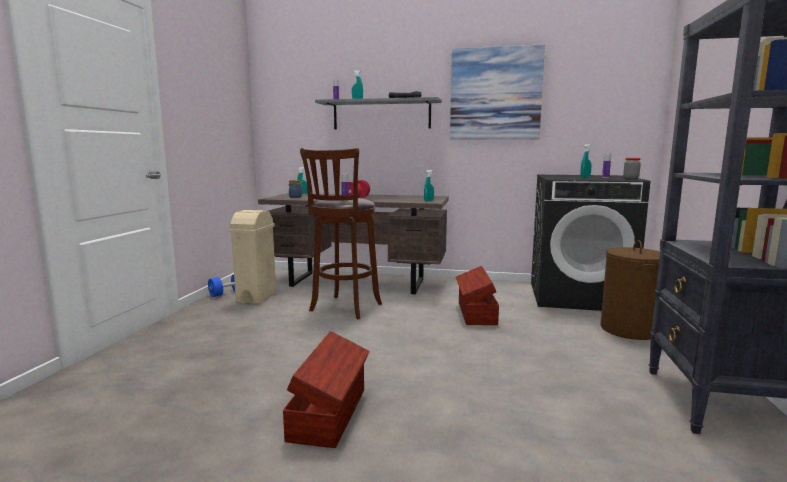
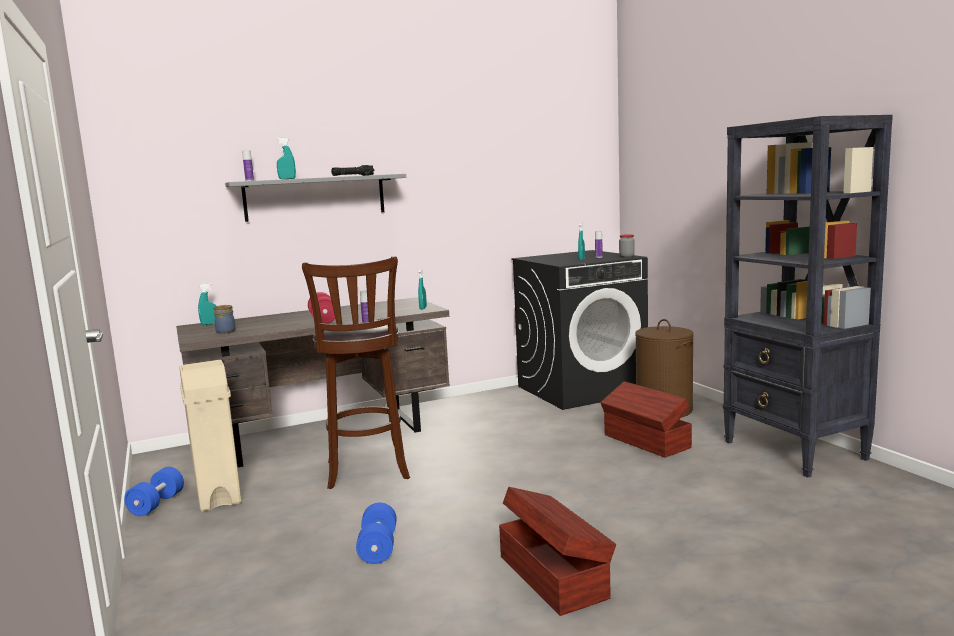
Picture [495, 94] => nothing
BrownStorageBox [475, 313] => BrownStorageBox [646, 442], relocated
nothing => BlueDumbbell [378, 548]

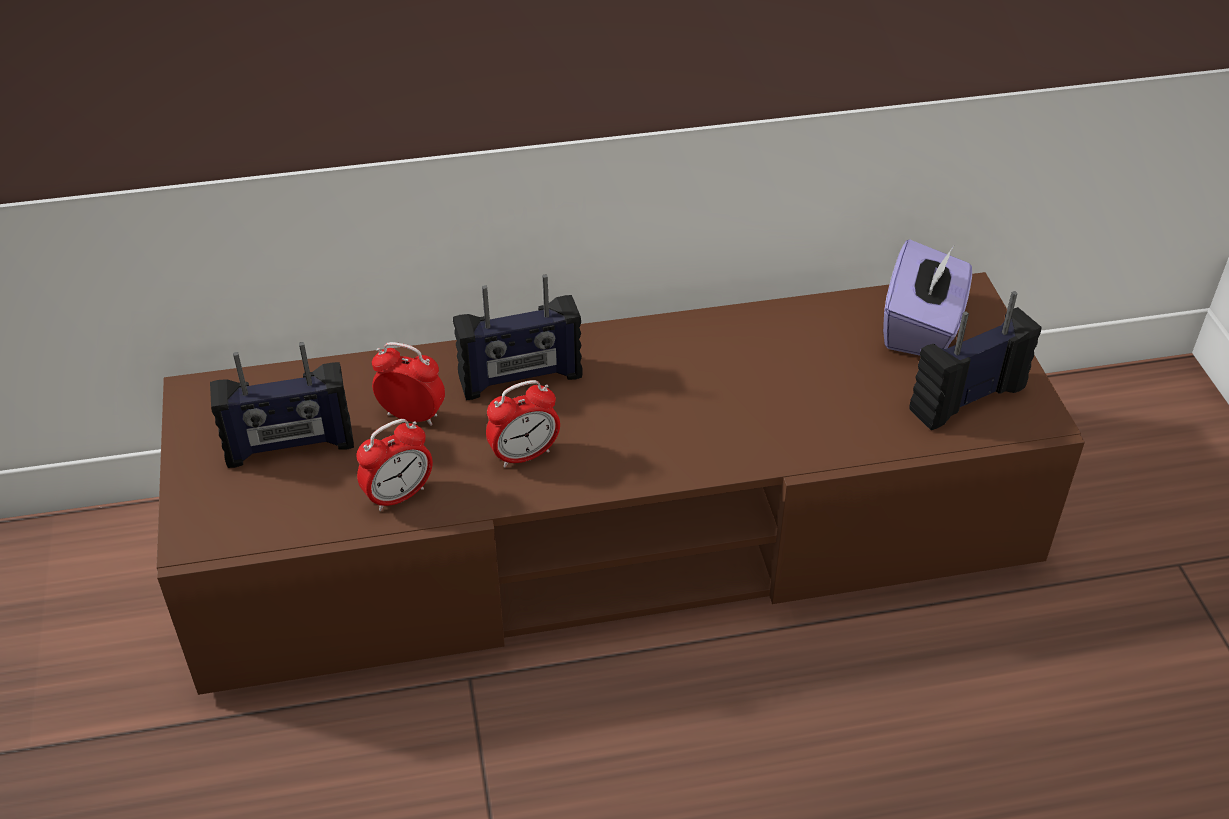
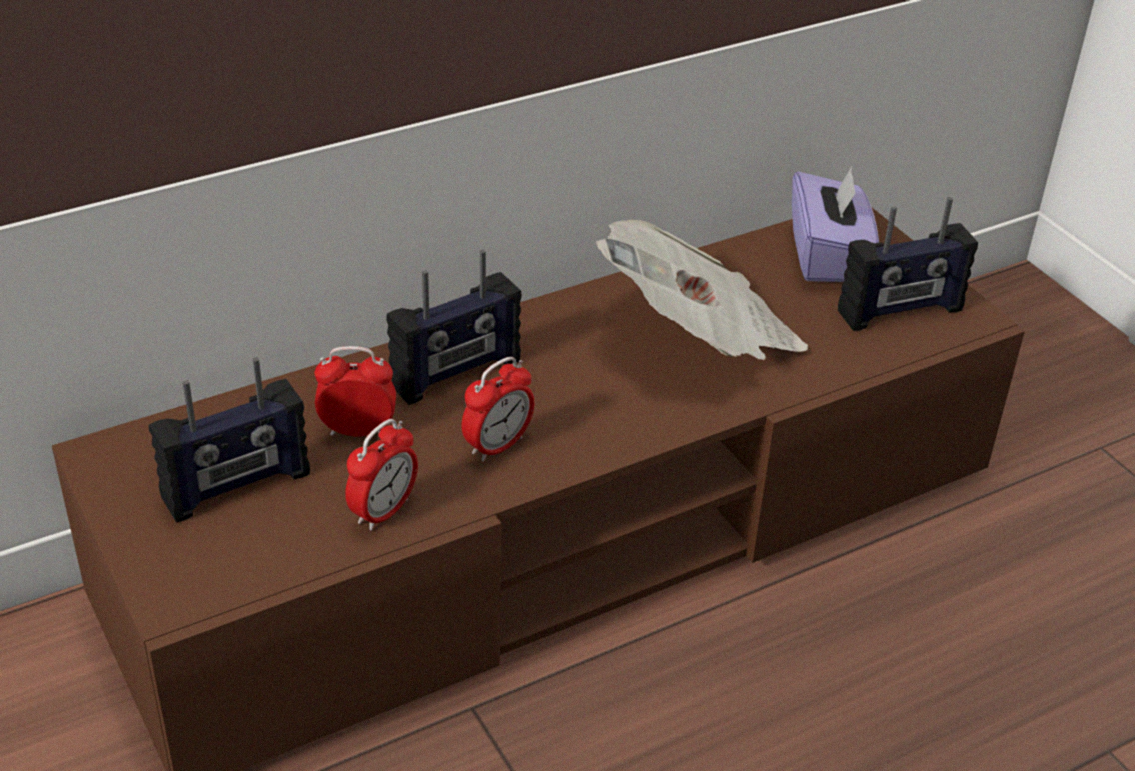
Radio [966, 397] => Radio [900, 312], 150 degrees counterclockwise
nothing => Newspaper [699, 338]

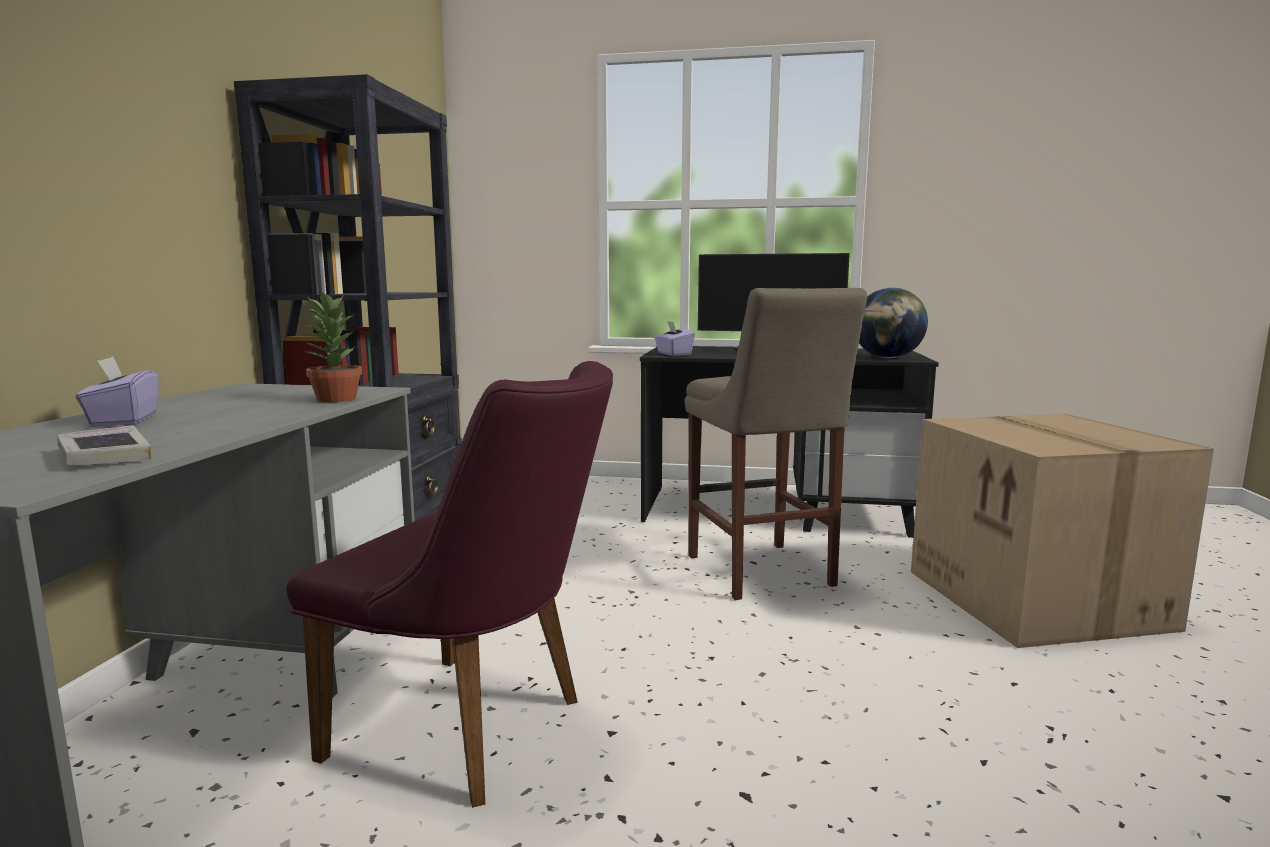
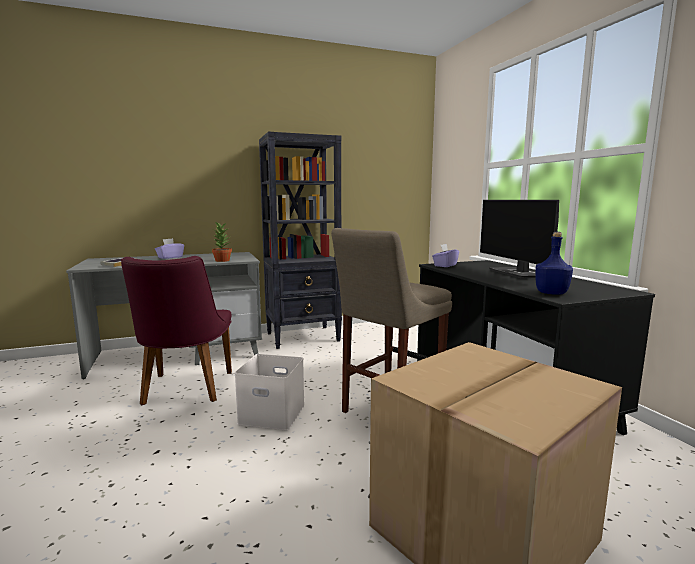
Globe [887, 358] => BlueBottle [550, 293]
nothing => WhiteStorageBox [273, 413]

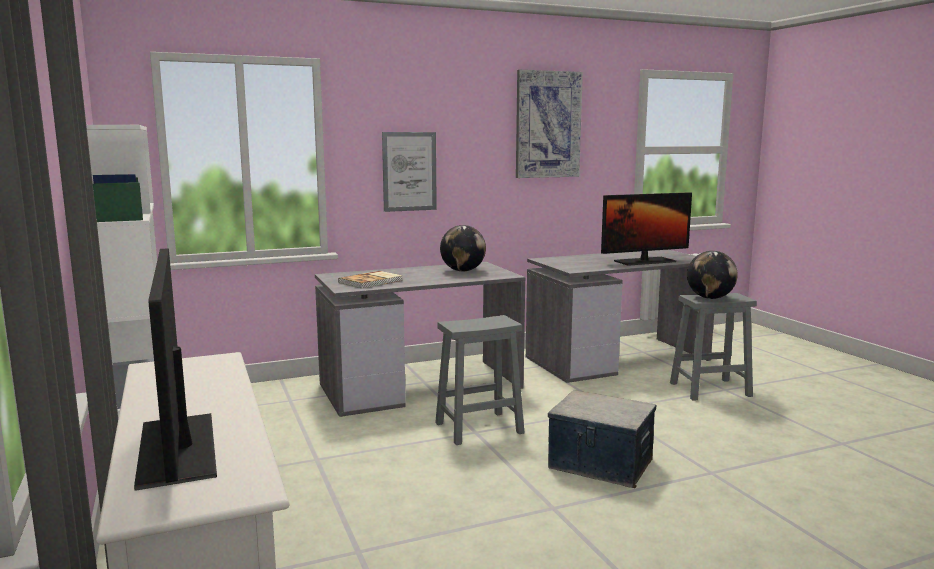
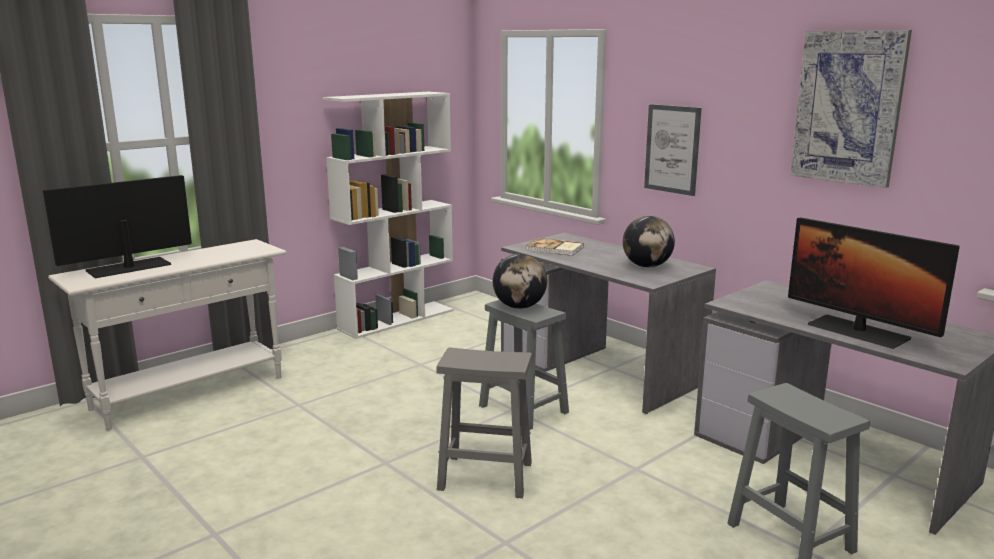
StorageBox [600, 464] => GreyStool [483, 476]
Globe [710, 298] => Globe [519, 307], relocated

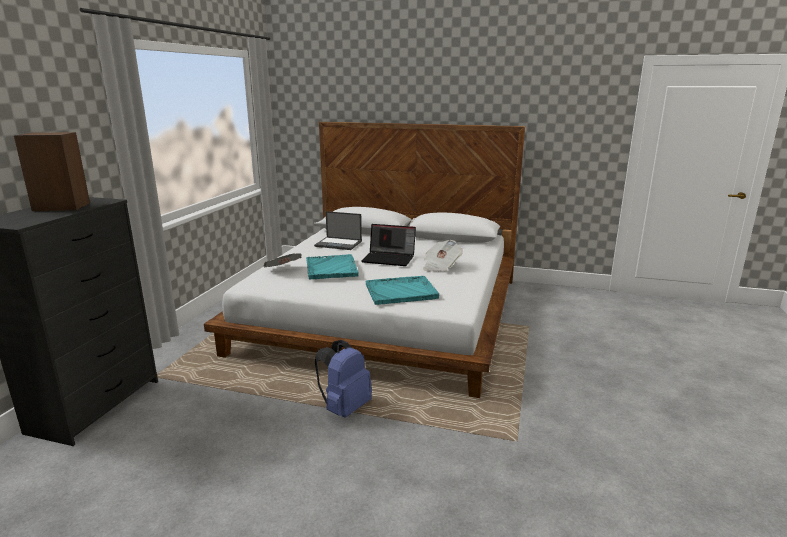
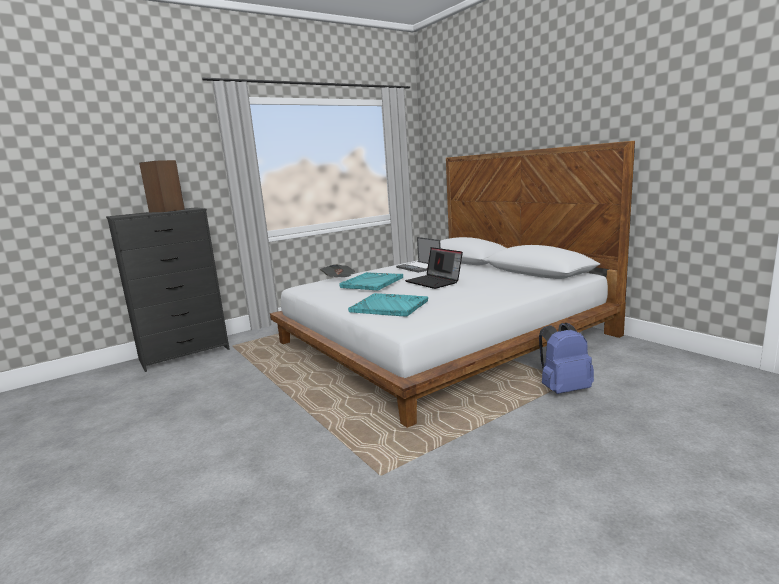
BlueBackpack [344, 408] => BlueBackpack [563, 389], relocated
Newspaper [440, 266] => nothing

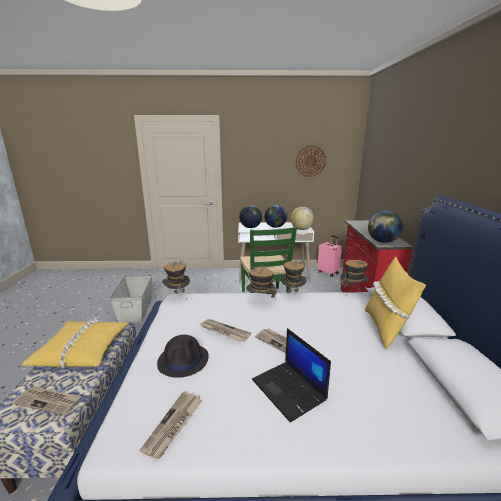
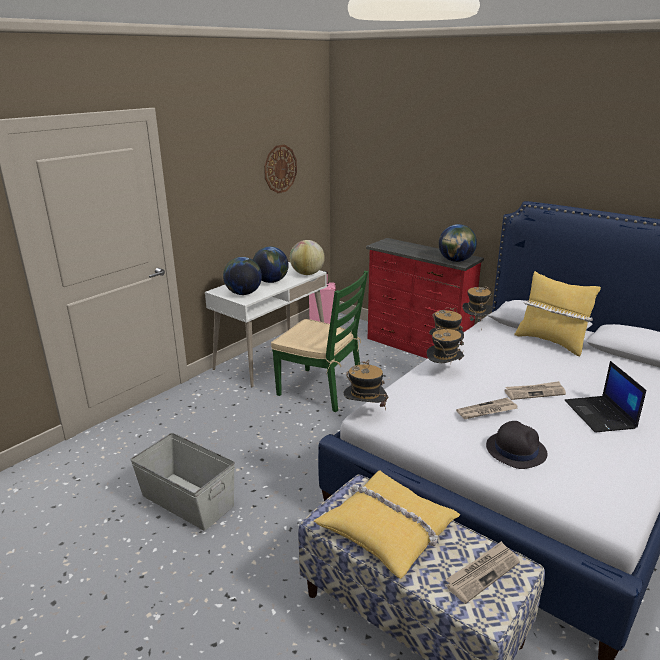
Newspaper [174, 425] => nothing
Laptop [289, 390] => Laptop [600, 415], 75 degrees clockwise

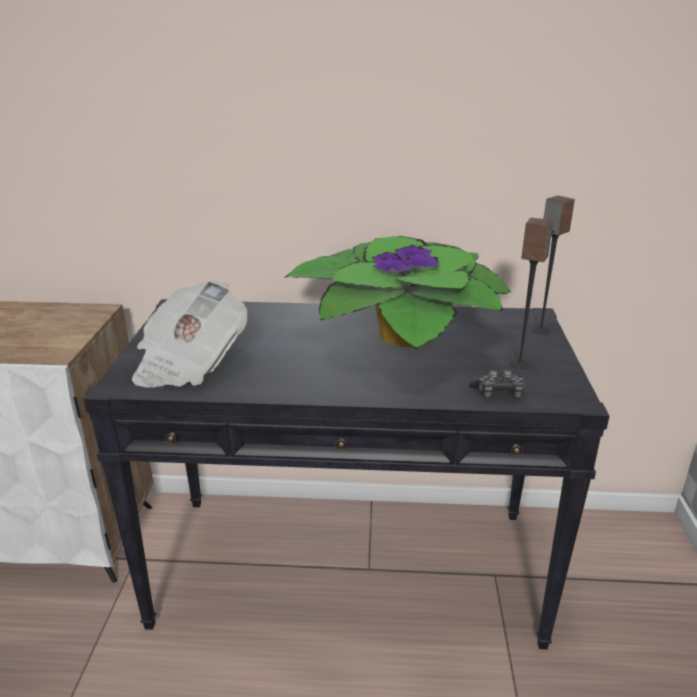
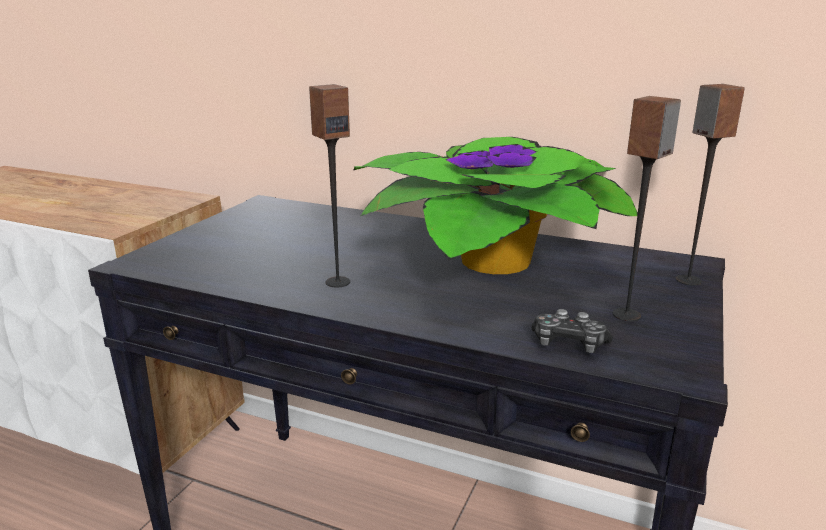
Newspaper [189, 363] => nothing
nothing => Speaker [337, 282]

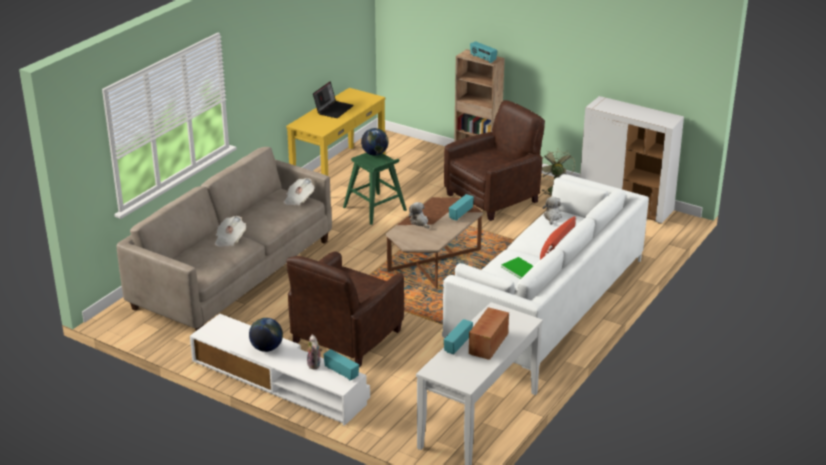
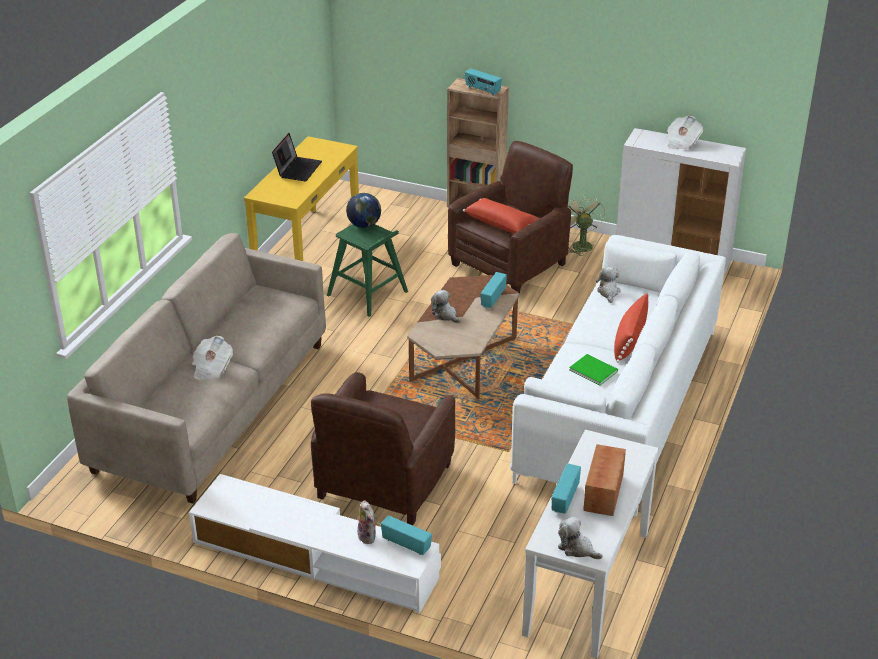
Globe [266, 348] => nothing
Newspaper [298, 199] => Newspaper [682, 142], relocated
nothing => RedPillow [501, 223]
nothing => PlushToy [577, 548]

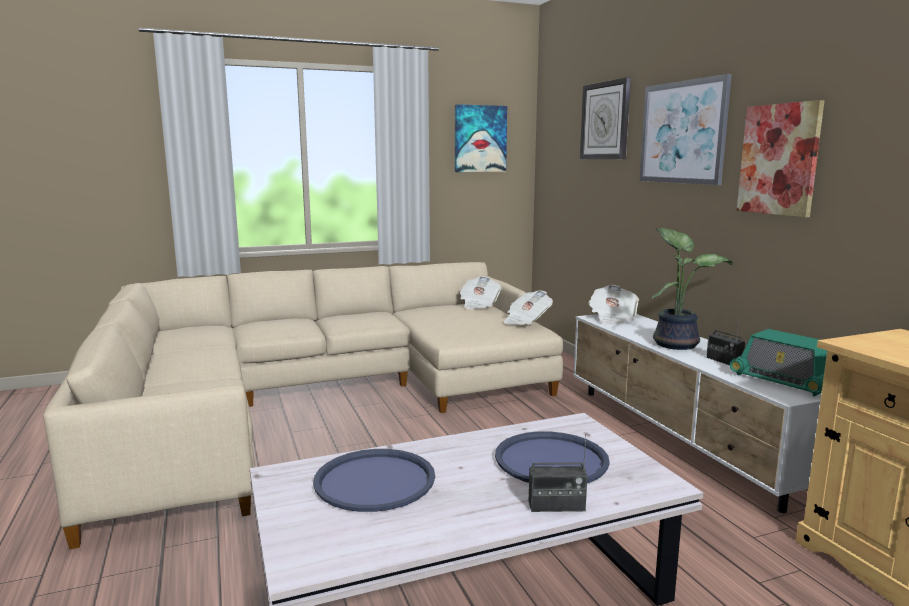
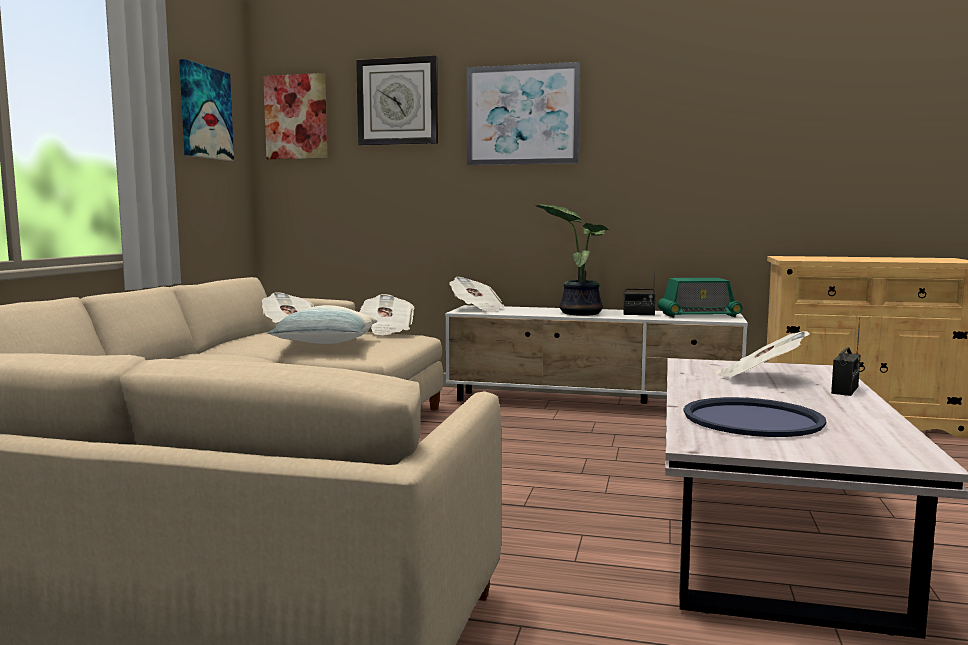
BlueTray [551, 460] => Newspaper [758, 378]
Picture [779, 159] => Picture [296, 117], relocated
nothing => Pillow [325, 344]

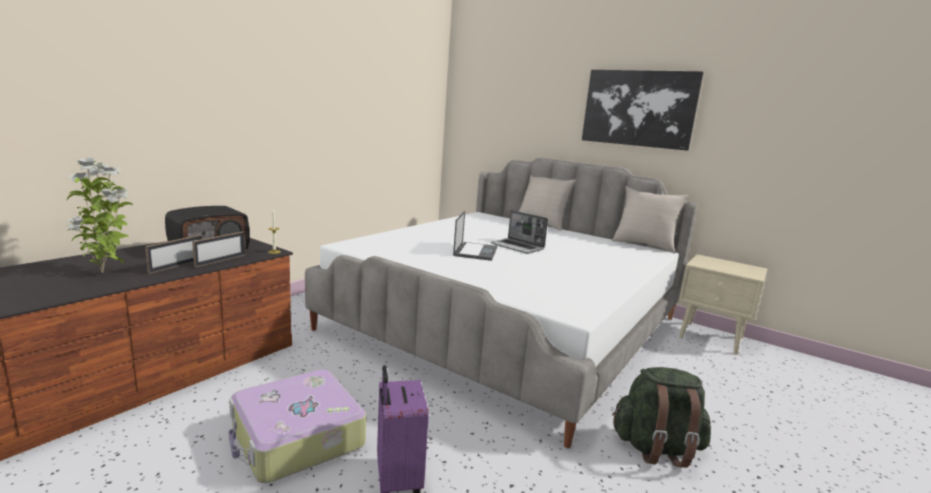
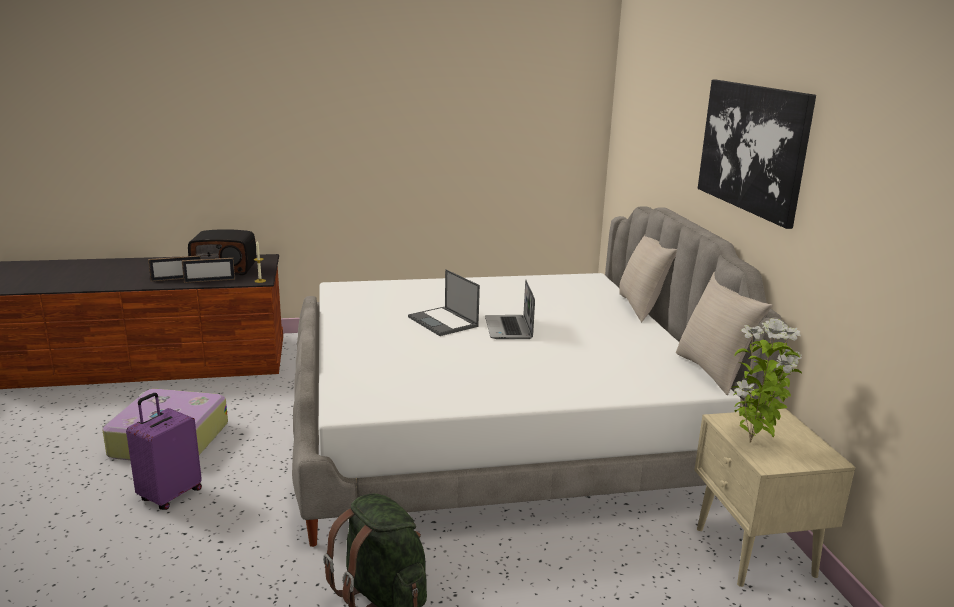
PottedPlant [105, 272] => PottedPlant [752, 442], relocated
Laptop [475, 251] => Laptop [443, 322], 90 degrees clockwise

